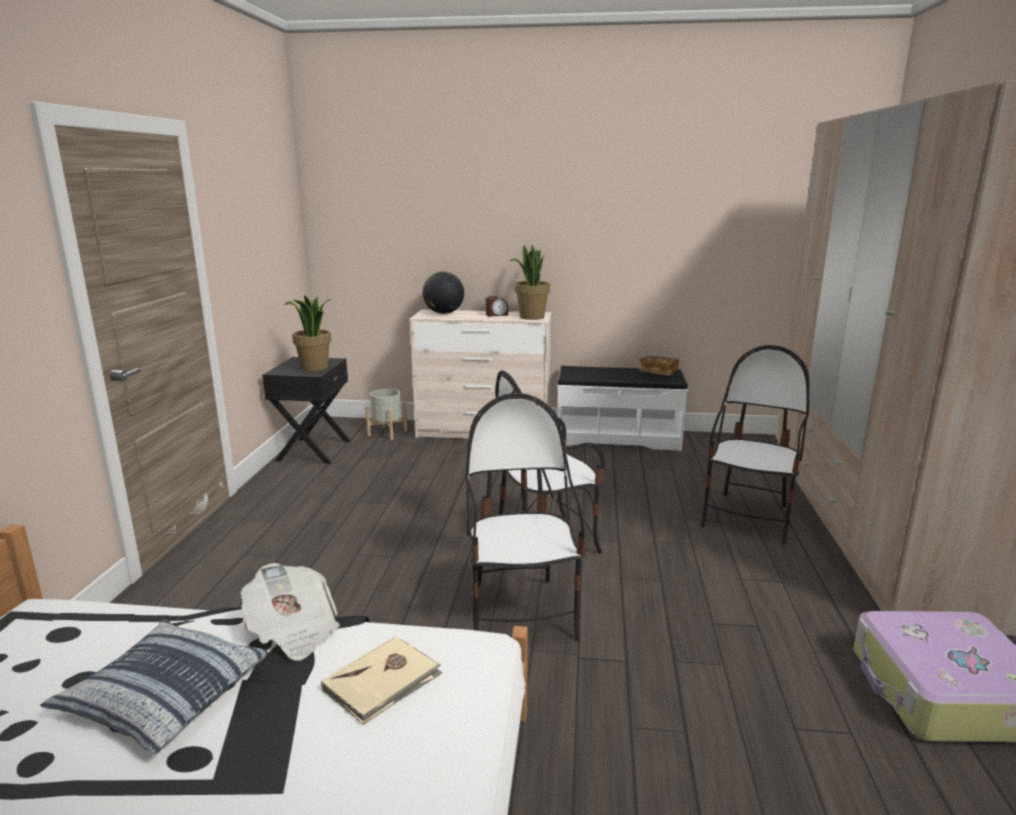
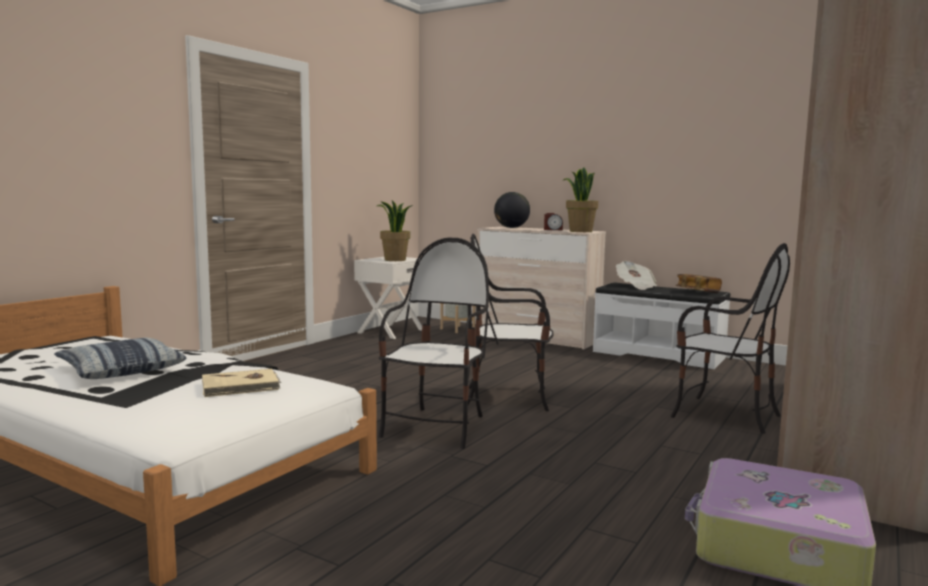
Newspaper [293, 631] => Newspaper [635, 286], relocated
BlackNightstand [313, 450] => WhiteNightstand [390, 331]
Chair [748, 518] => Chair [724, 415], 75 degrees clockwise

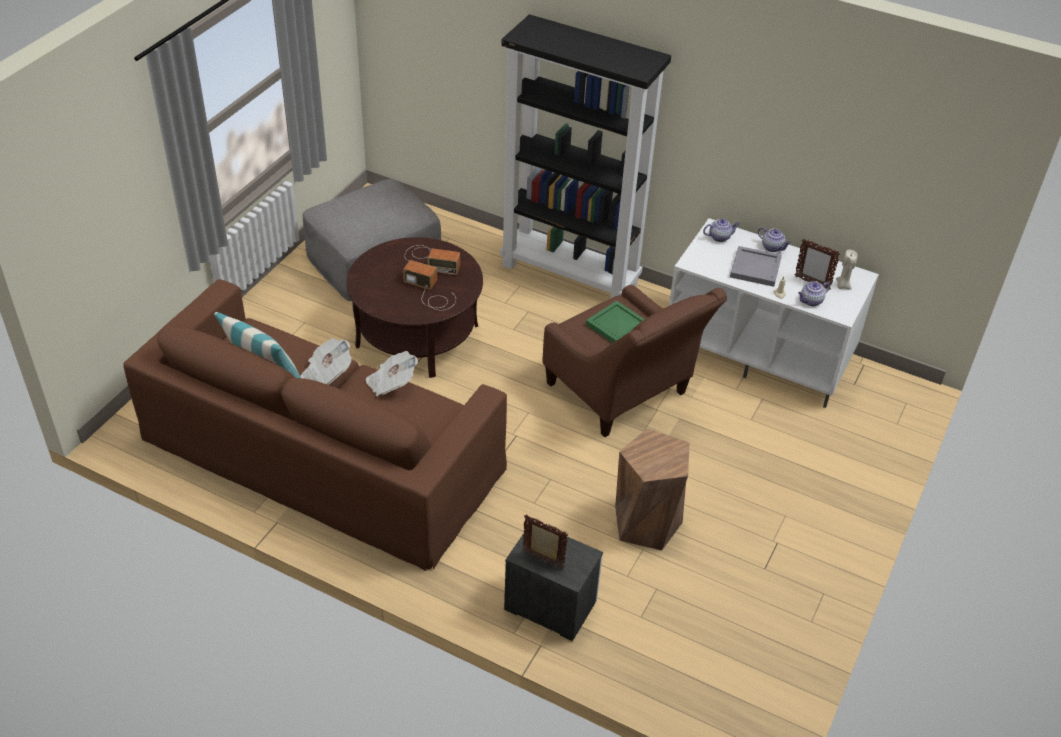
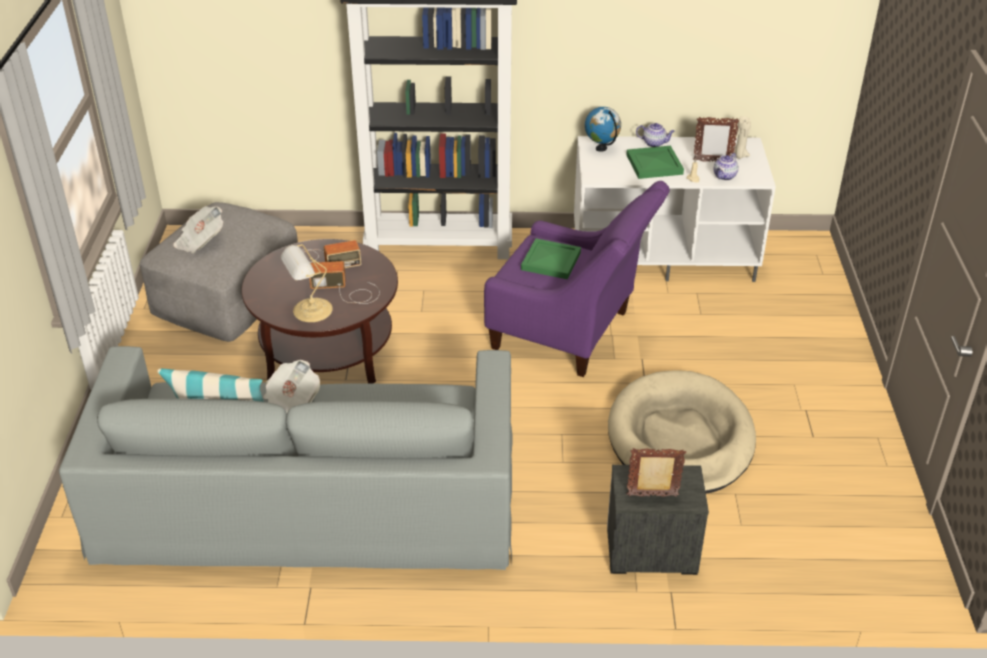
BrownSofa [322, 452] => GreySofa [309, 497]
Newspaper [391, 383] => Newspaper [200, 241], relocated
BrownArmchair [622, 394] => PurpleArmchair [570, 333]
BrownStool [646, 523] => BeigeDogBed [680, 438]
Teapot [720, 237] => Globe [601, 148]
GreyTray [754, 268] => GreenTray [654, 165]
nothing => TableLamp [310, 310]

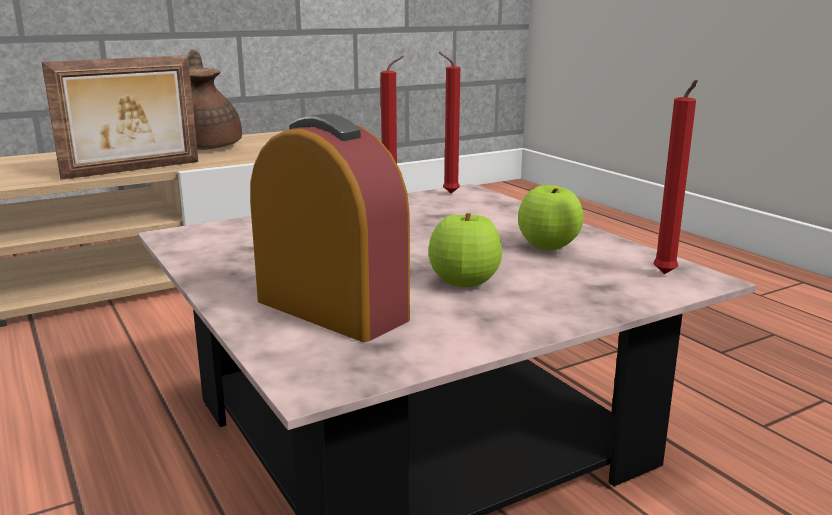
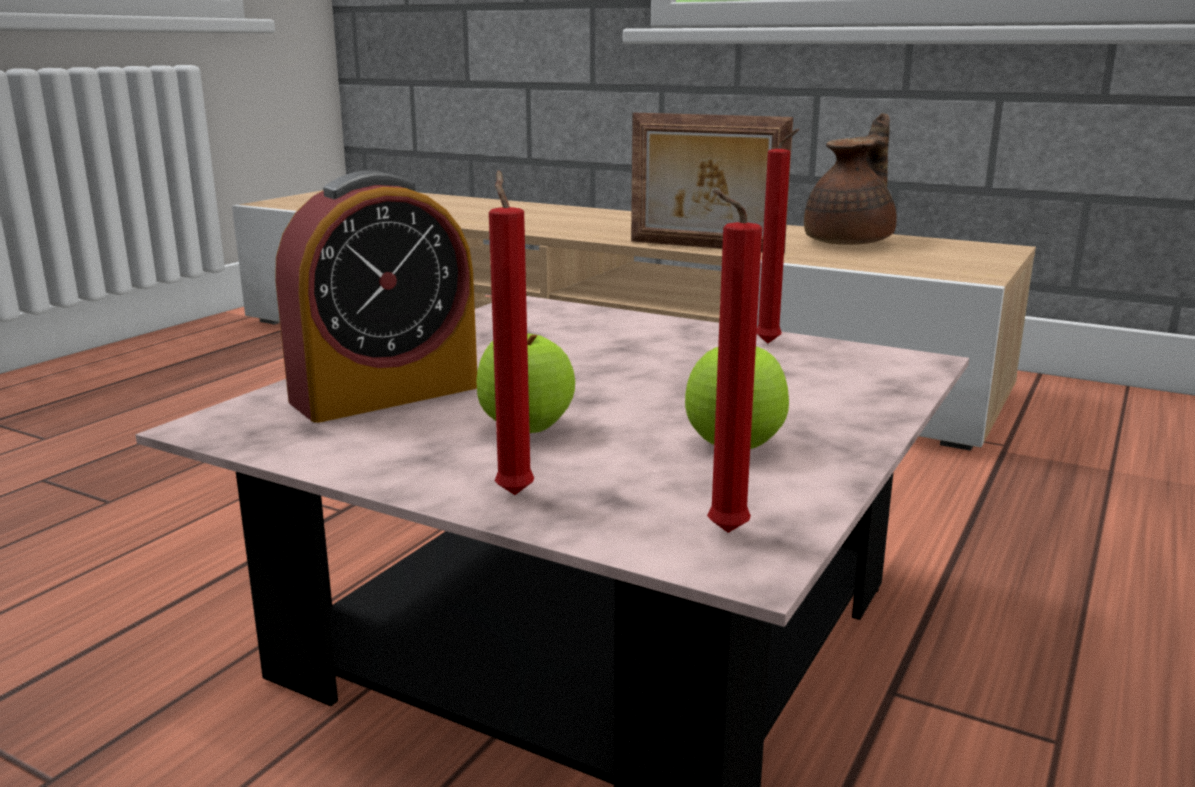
AlarmClock [331, 310] => AlarmClock [385, 394], 45 degrees clockwise
RedCandle [448, 193] => RedCandle [514, 492], relocated

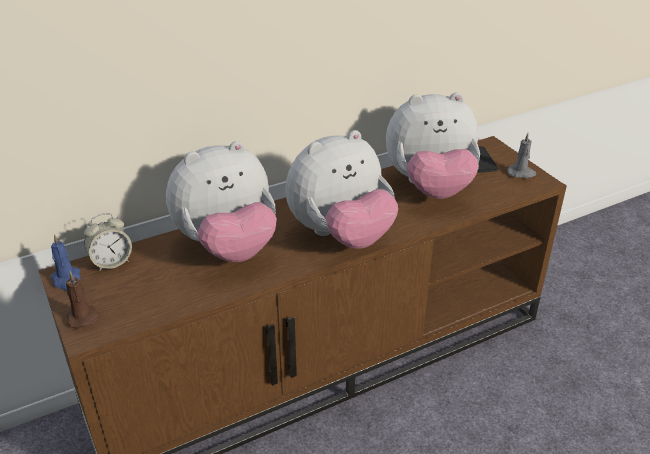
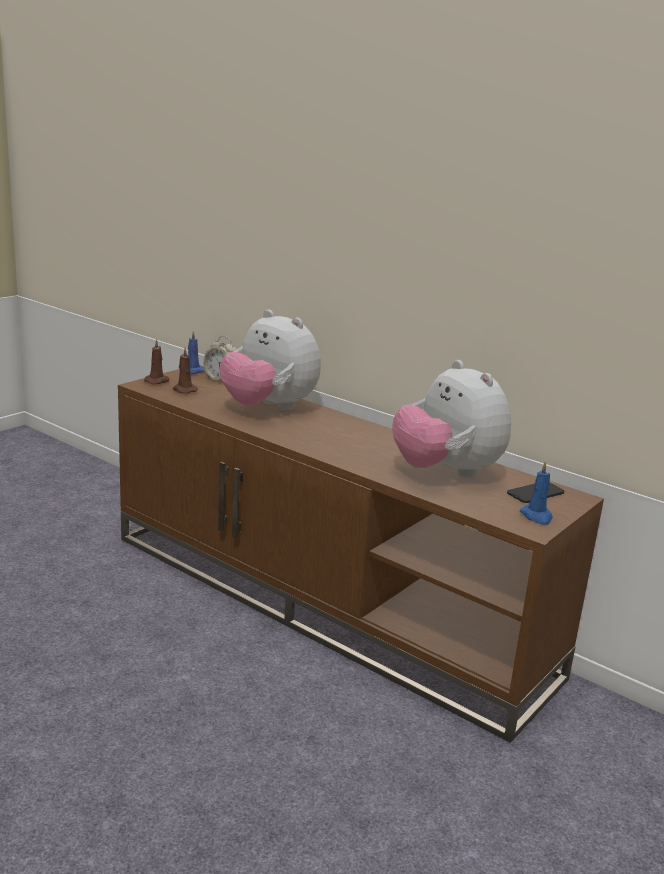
PlushToy [341, 235] => nothing
GreyCandle [521, 173] => BlueCandle [537, 516]
nothing => BrownCandle [184, 390]

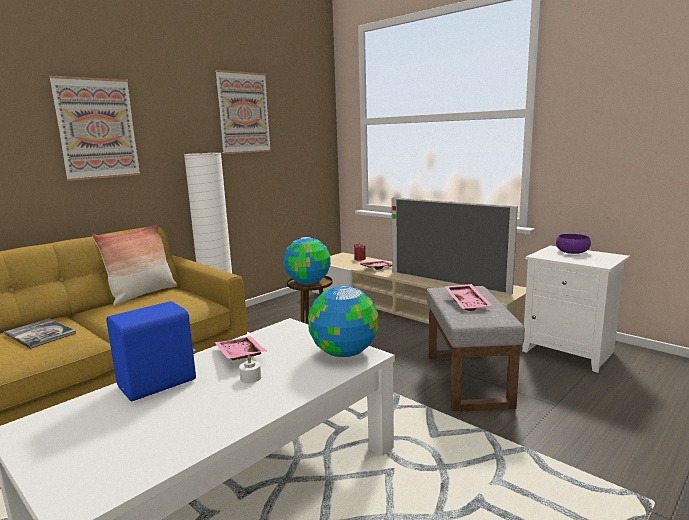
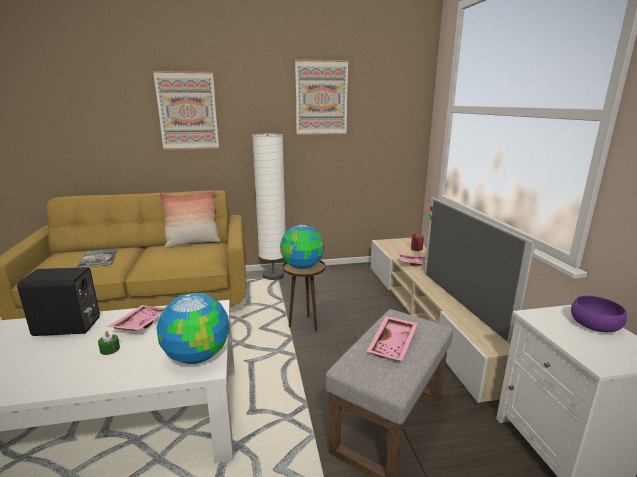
BlueSpeaker [159, 384] => BlackSpeaker [68, 327]
WhiteCandle [250, 378] => GreenCandle [110, 349]

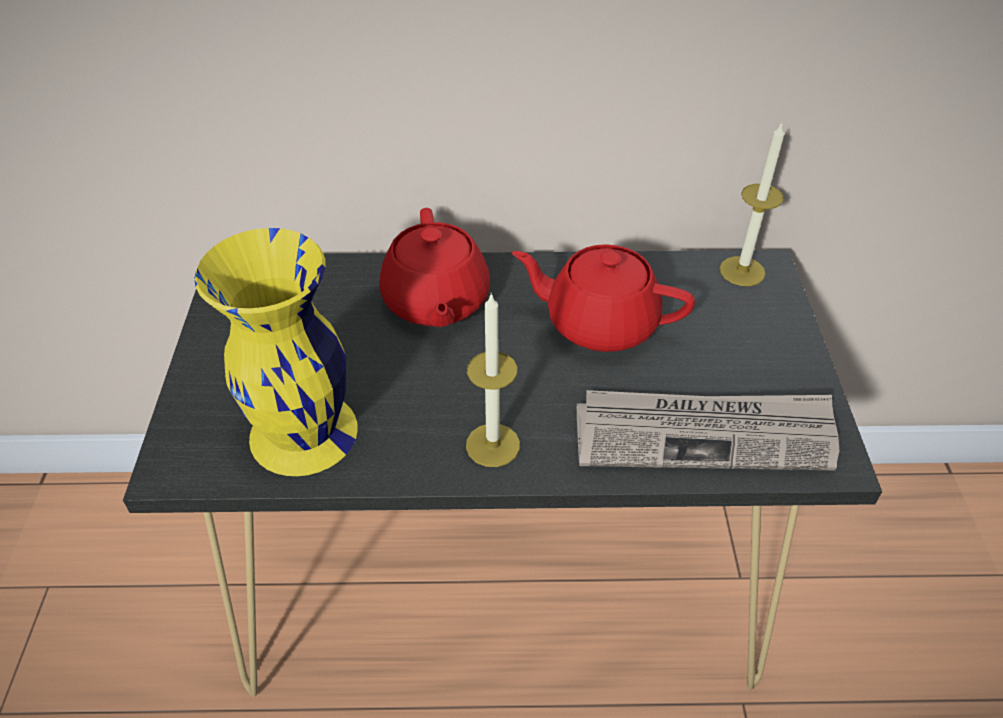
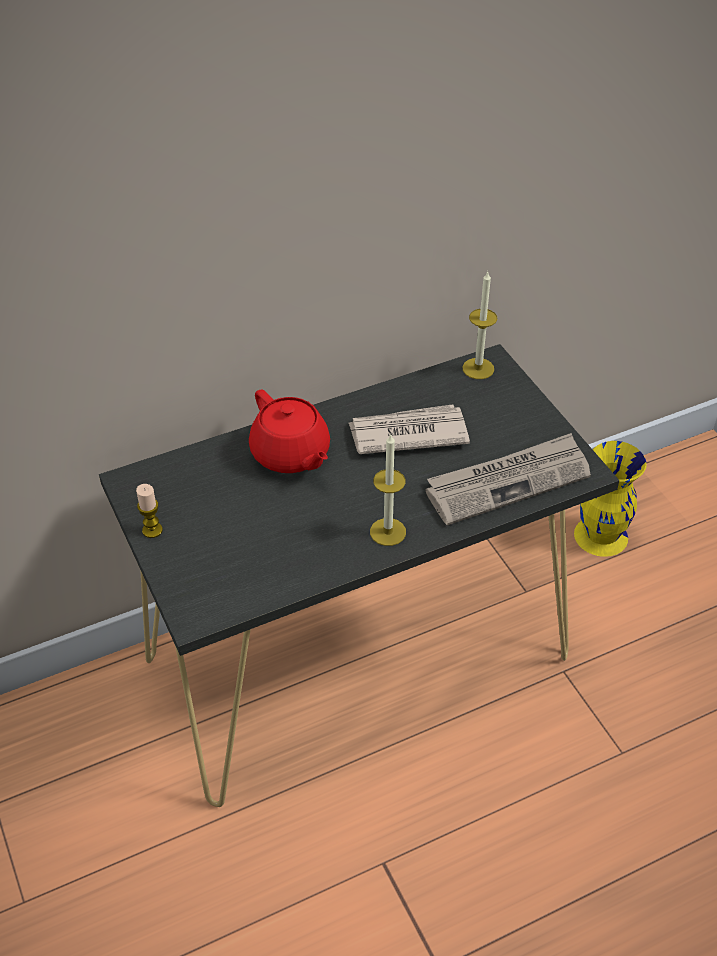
YellowVase [302, 434] => YellowVase [601, 536], relocated
RedTeapot [599, 323] => Newspaper [407, 433]
nothing => Candle [152, 530]

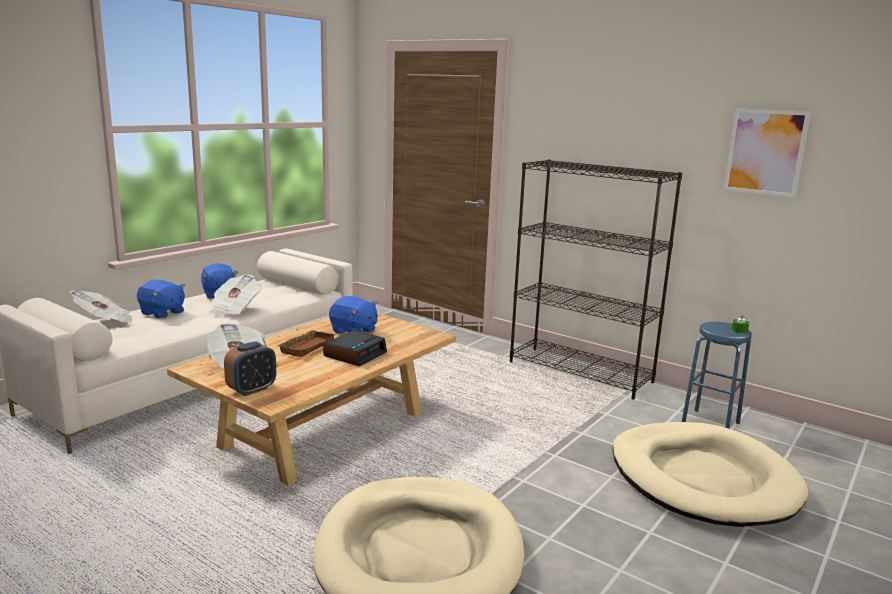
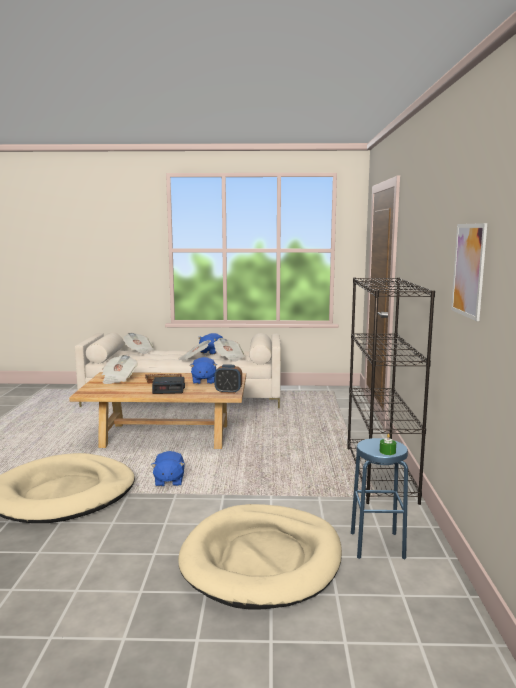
BluePlushToy [162, 313] => BluePlushToy [168, 481], relocated
AlarmClock [252, 390] => AlarmClock [228, 392], relocated
nothing => Newspaper [229, 358]

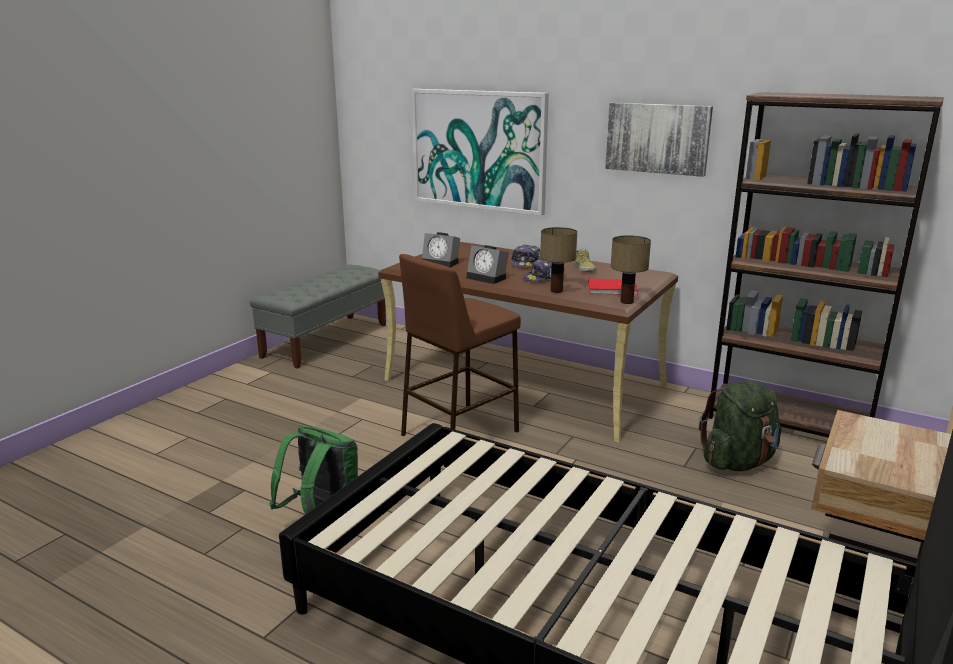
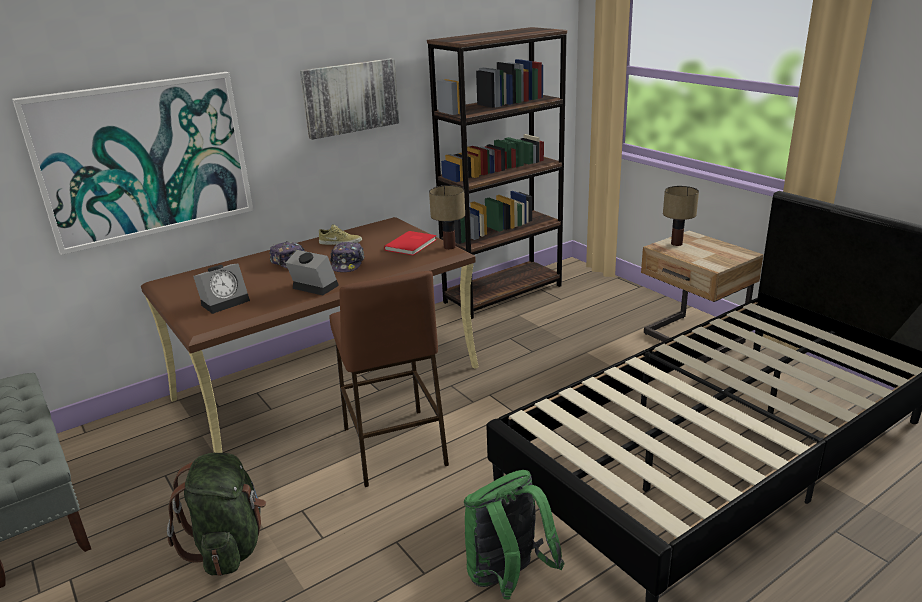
AlarmClock [488, 278] => AlarmClock [313, 287], 120 degrees counterclockwise
TableLamp [557, 291] => TableLamp [676, 243], relocated
GreenBackpack [738, 462] => GreenBackpack [229, 546], relocated

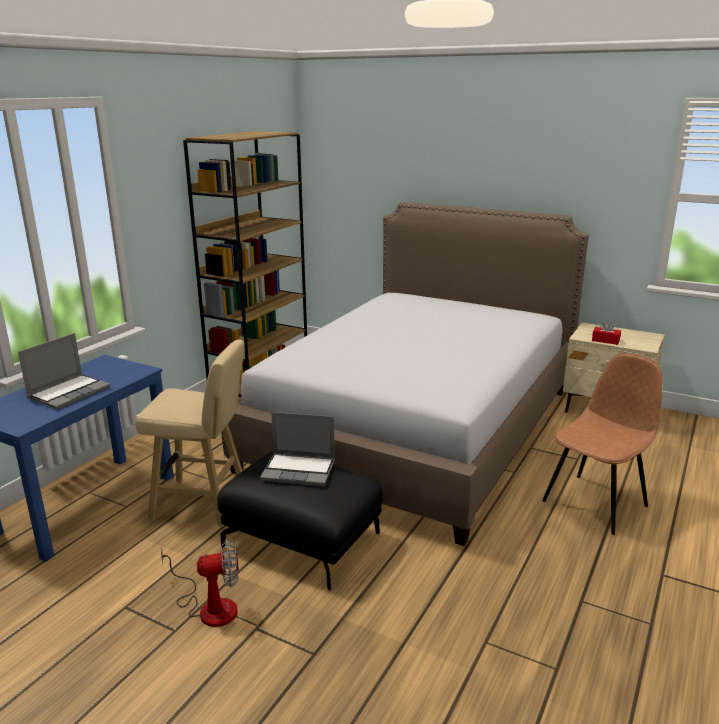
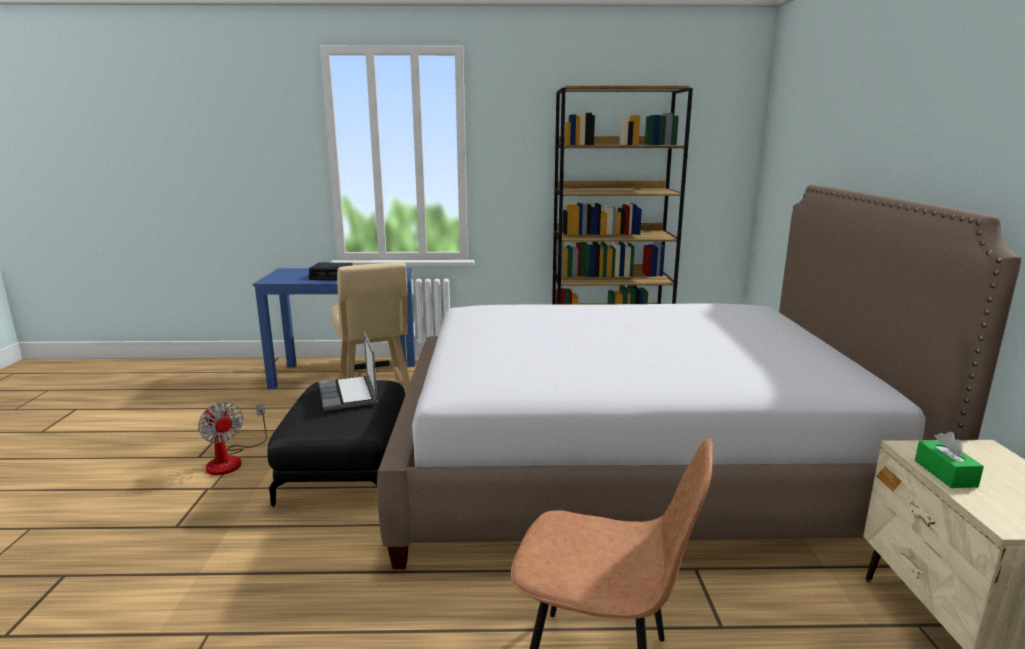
Laptop [69, 392] => AlarmClock [332, 276]
RedTissueBox [605, 340] => GreenTissueBox [945, 473]

